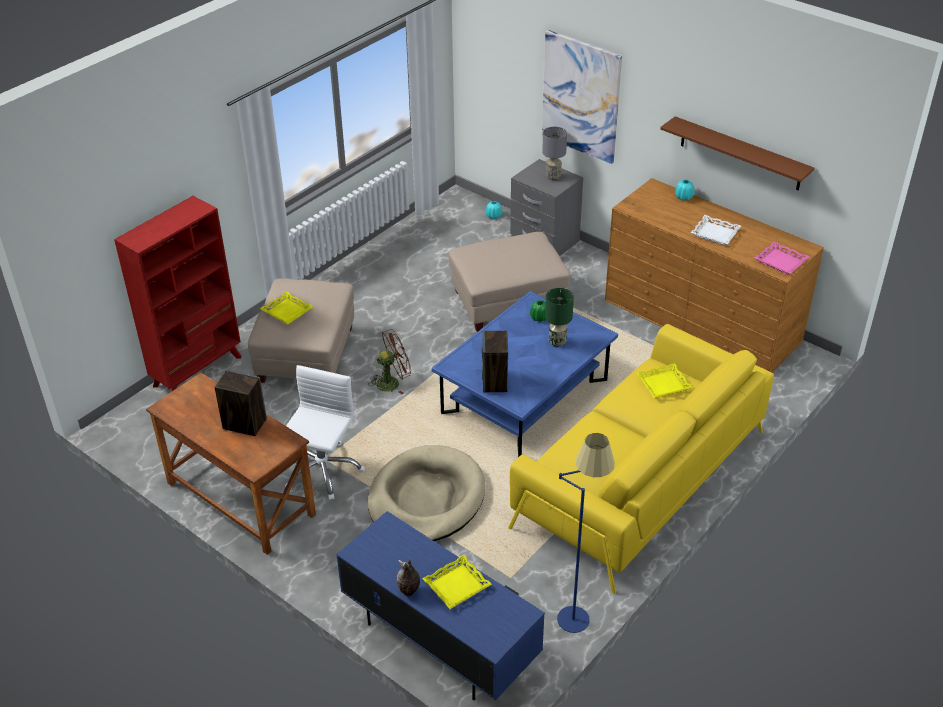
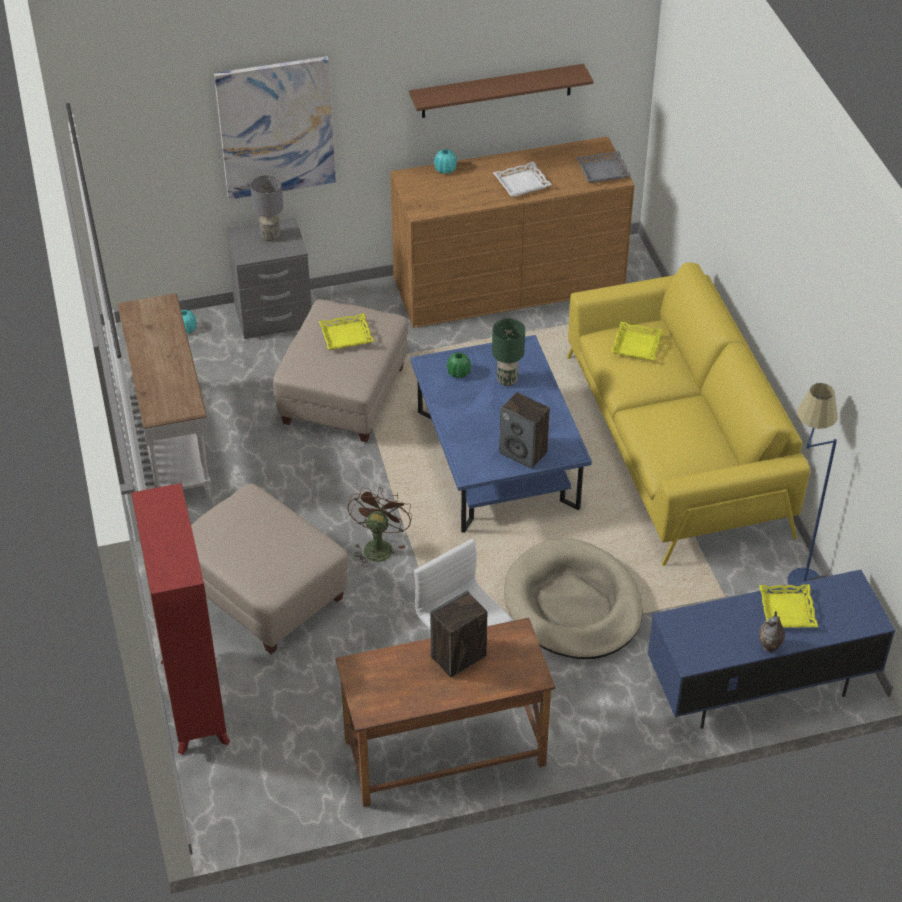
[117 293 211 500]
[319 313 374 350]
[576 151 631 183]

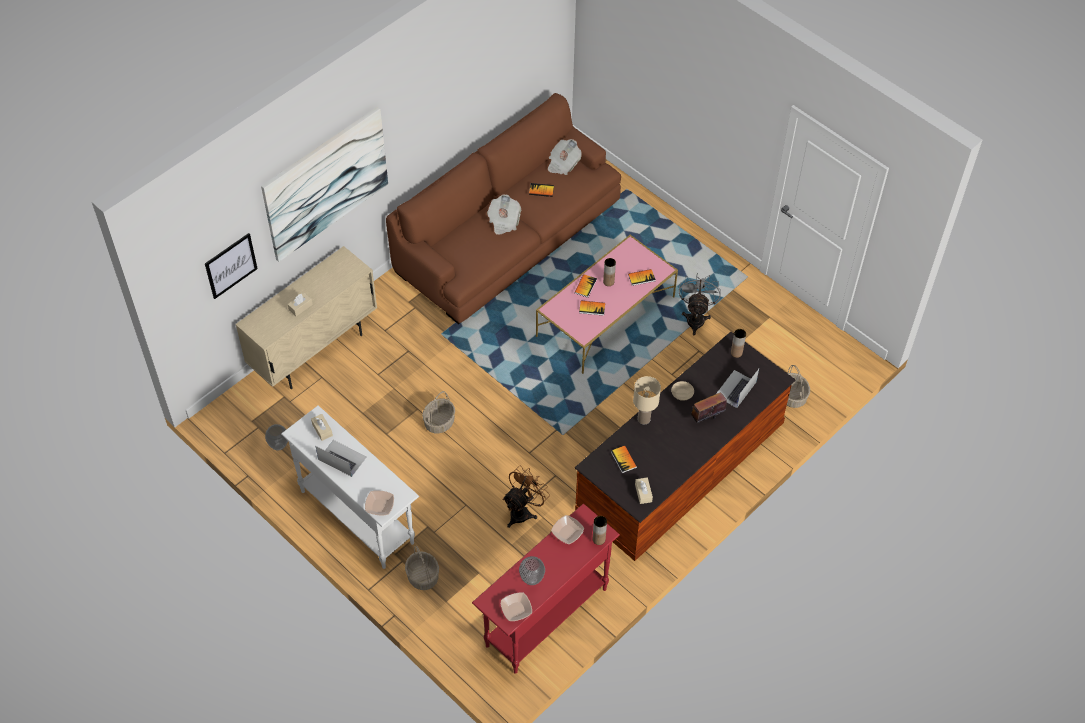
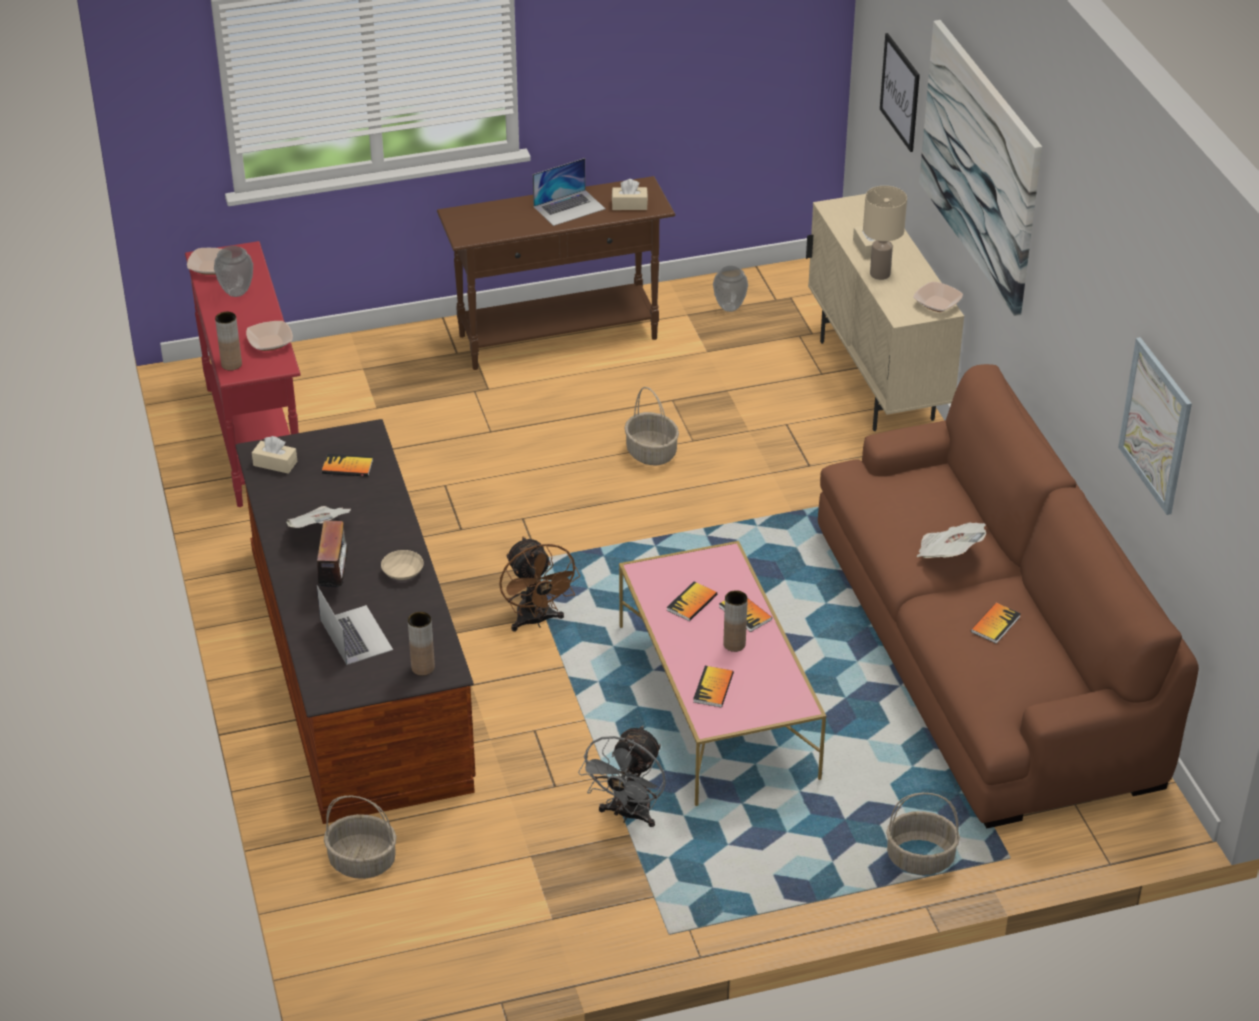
[1118 337 1192 515]
[913 281 963 312]
[886 793 960 875]
[499 537 580 631]
[286 506 351 528]
[863 186 907 280]
[437 176 675 370]
[578 725 666 827]

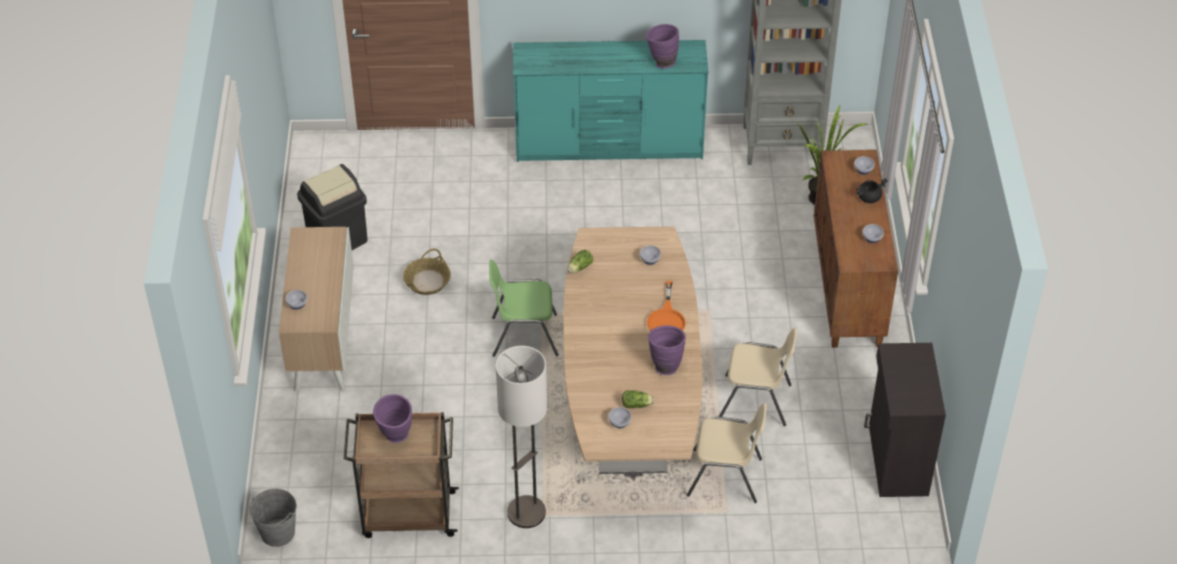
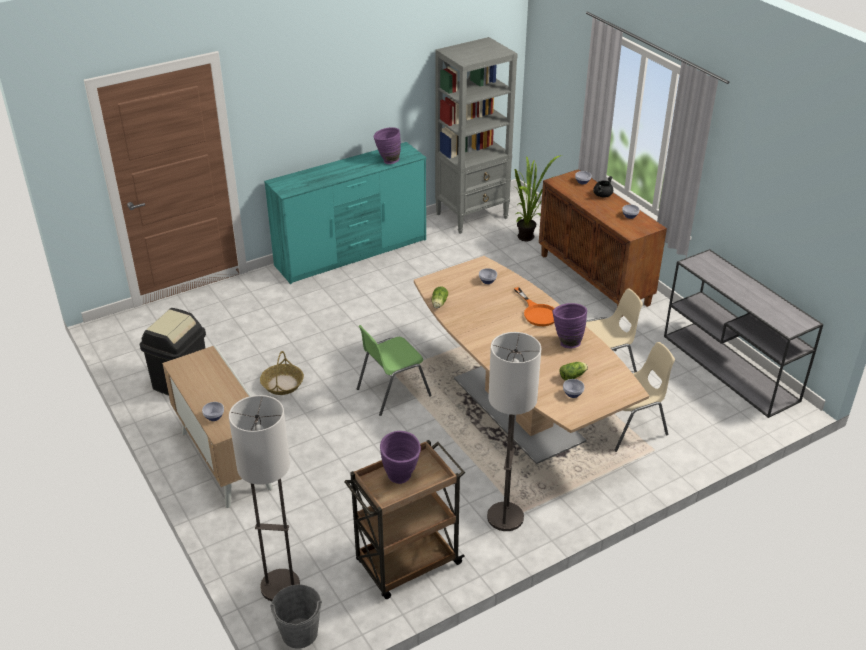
[229 395 300 601]
[664 249 823 418]

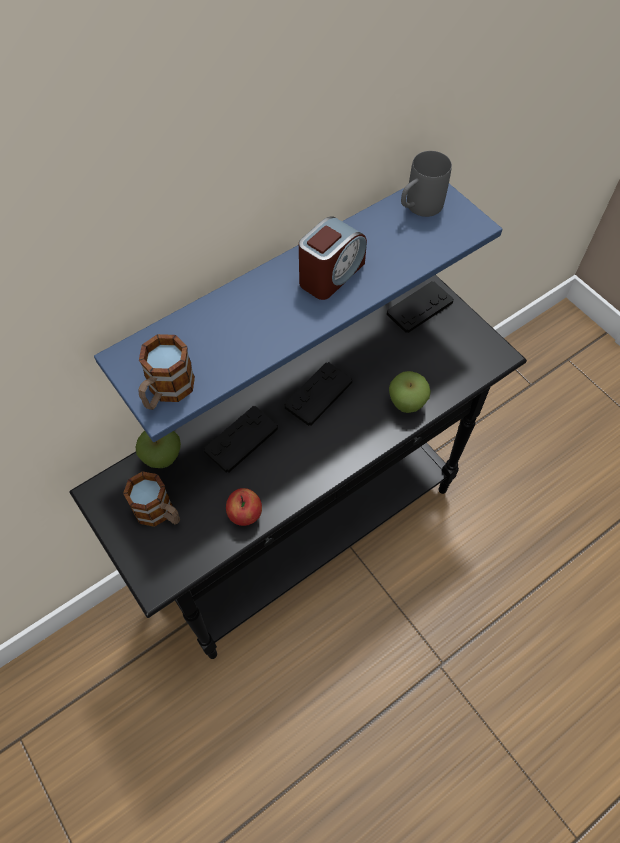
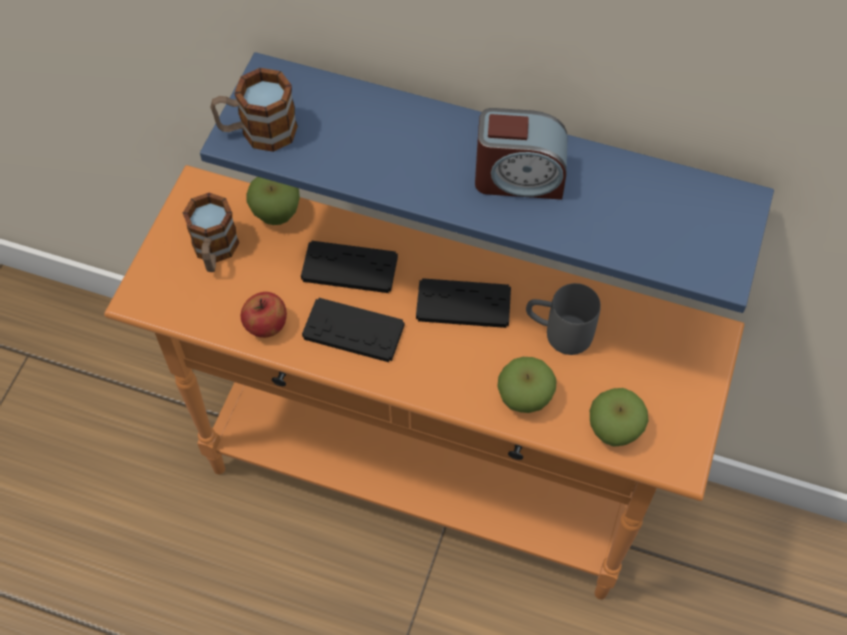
[590 388 649 447]
[302 298 404 362]
[526 283 601 355]
[104 165 744 599]

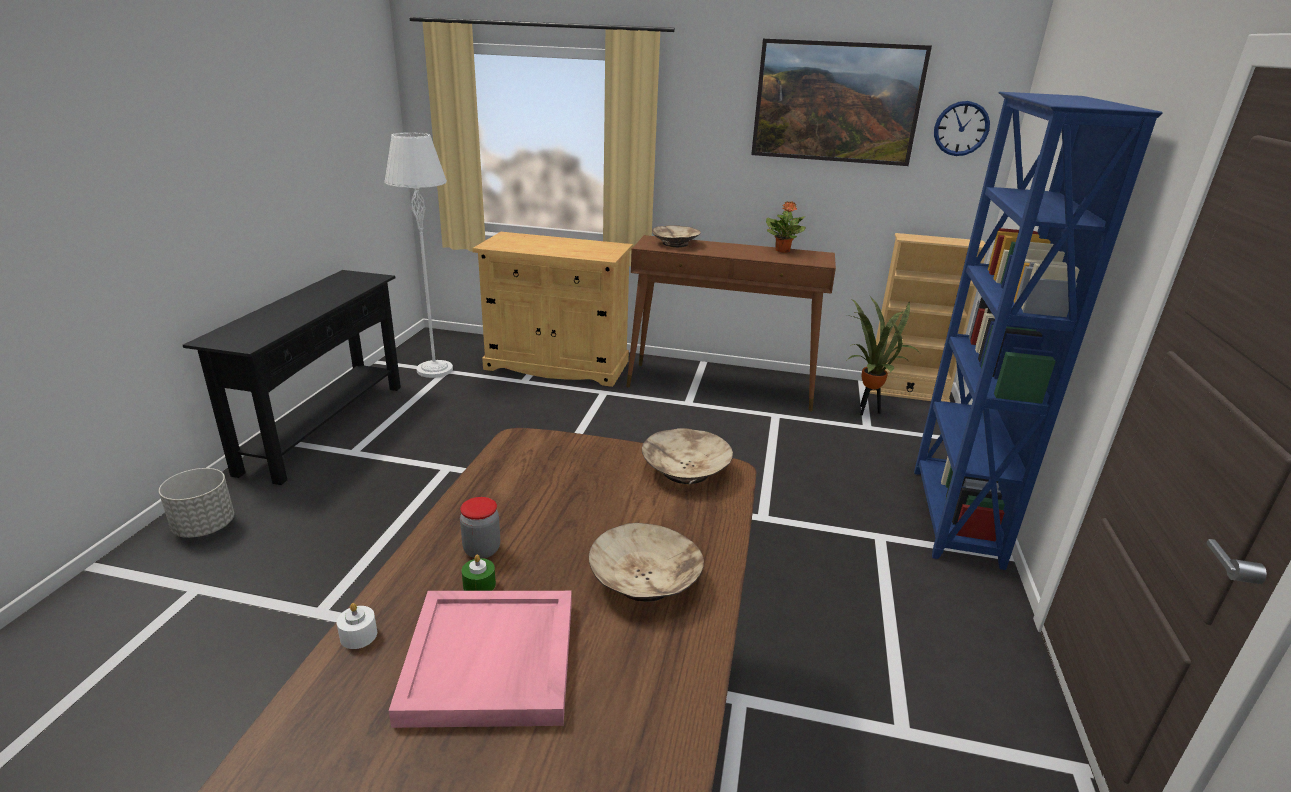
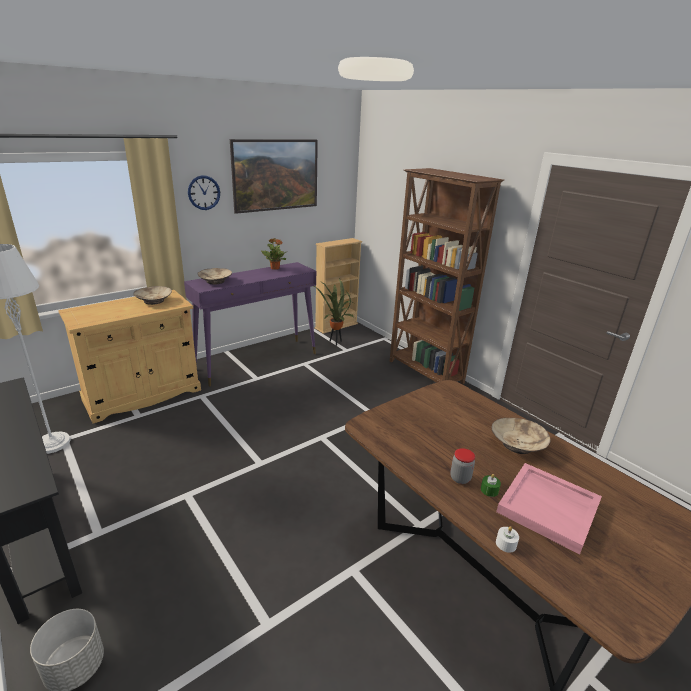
[133 286 172 305]
[188 175 220 210]
[184 262 316 386]
[390 168 504 384]

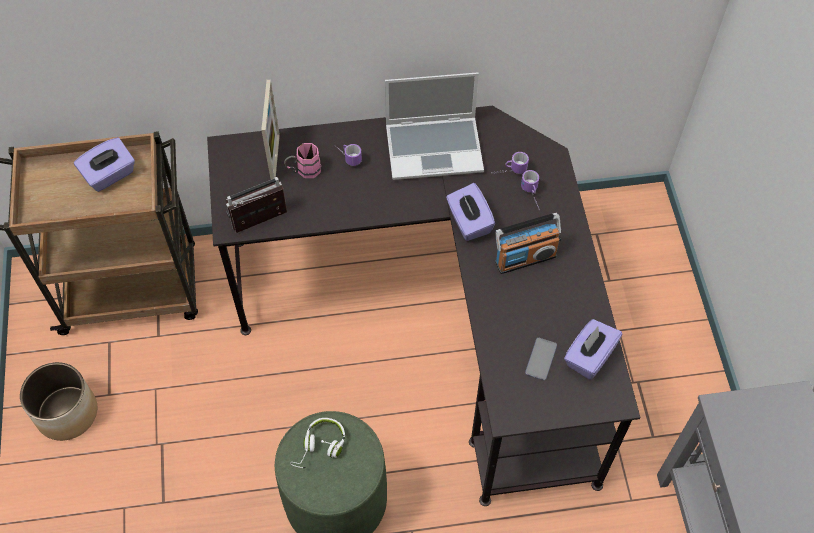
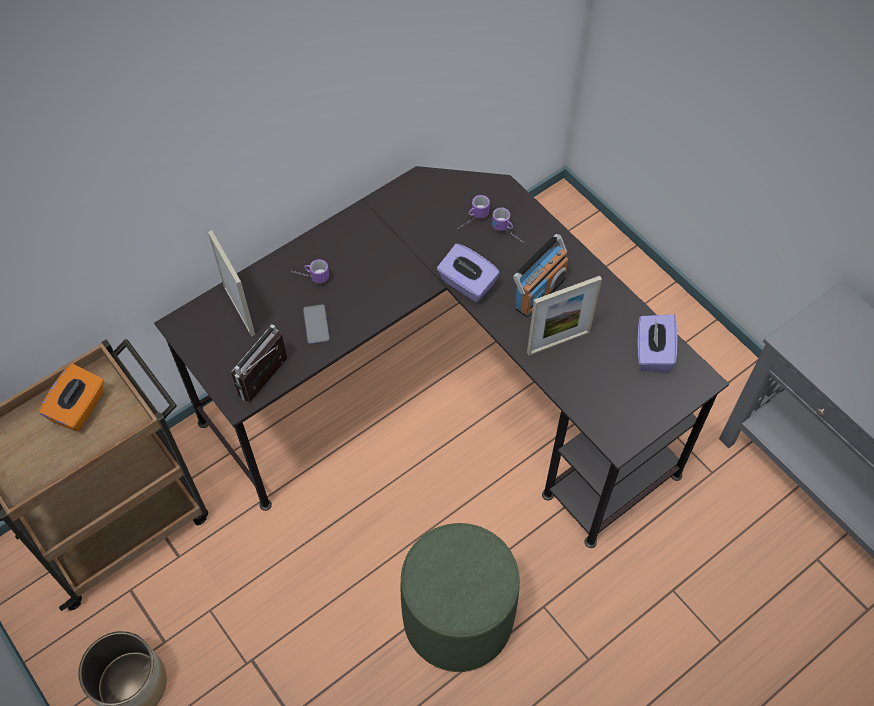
[284 143 321 178] (first image)
[290 418 345 468] (first image)
[385 72 484 180] (first image)
[527 276 602 356]
[303 304 330 344]
[39 364 104 431]

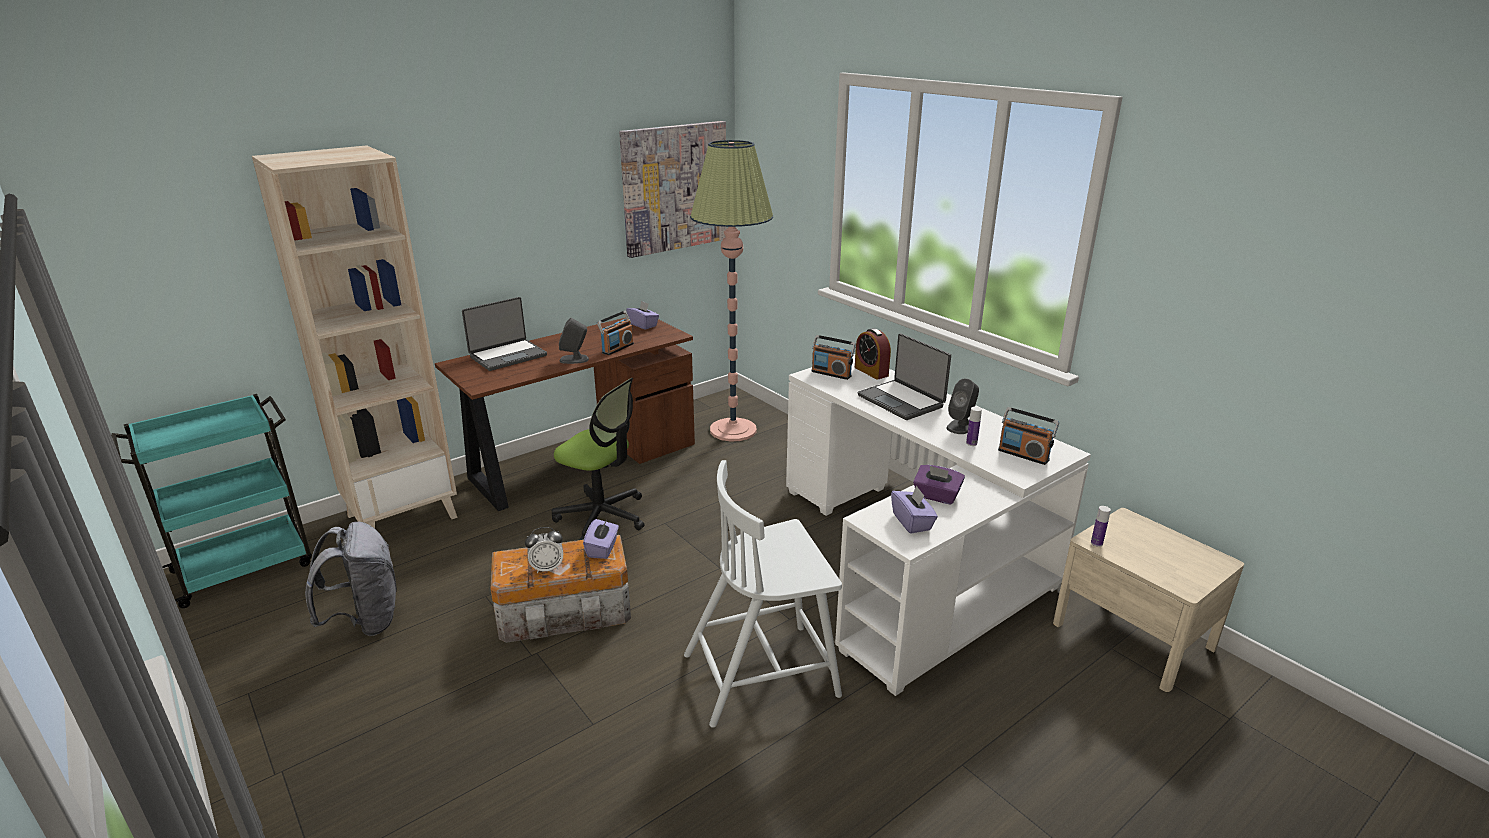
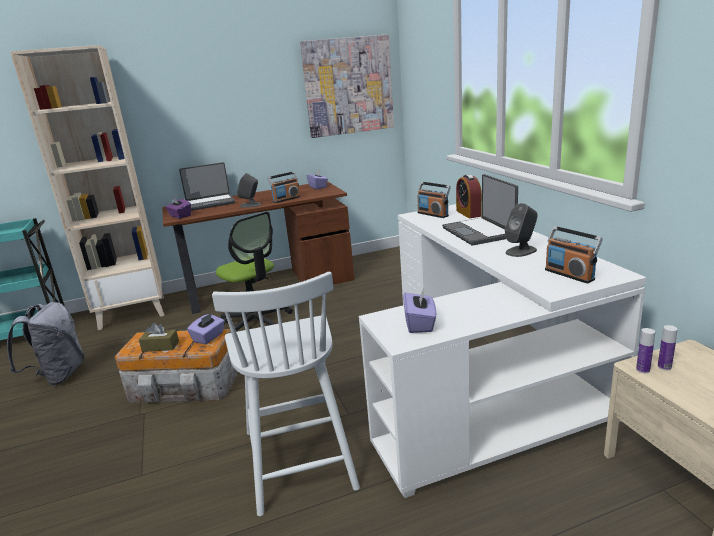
[690 140 773 441] (first image)
[165 197 191 219]
[658 325 678 370]
[139 323 179 352]
[212 272 360 516]

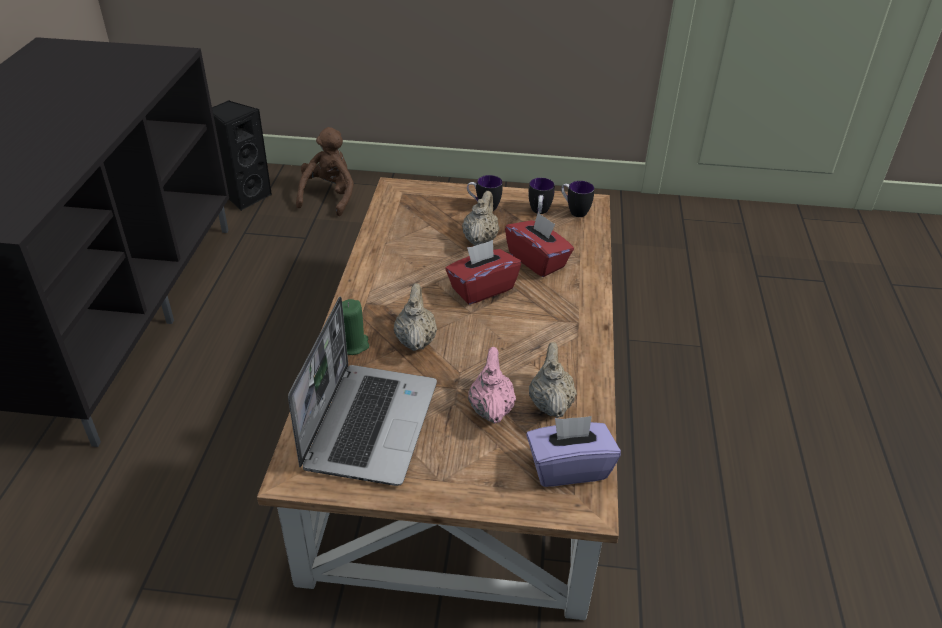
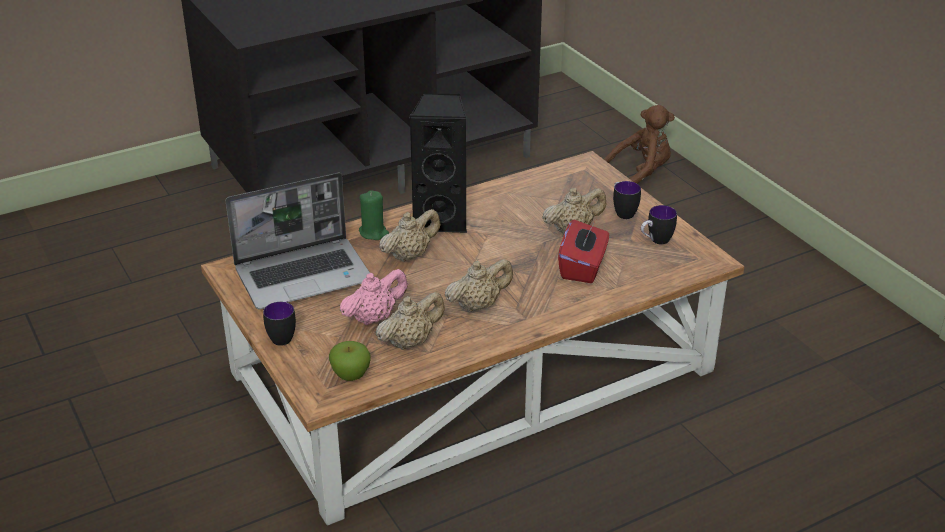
[445 240 521 305] (first image)
[445 259 513 312]
[409 93 467 233]
[263 301 296 346]
[329 341 371 381]

